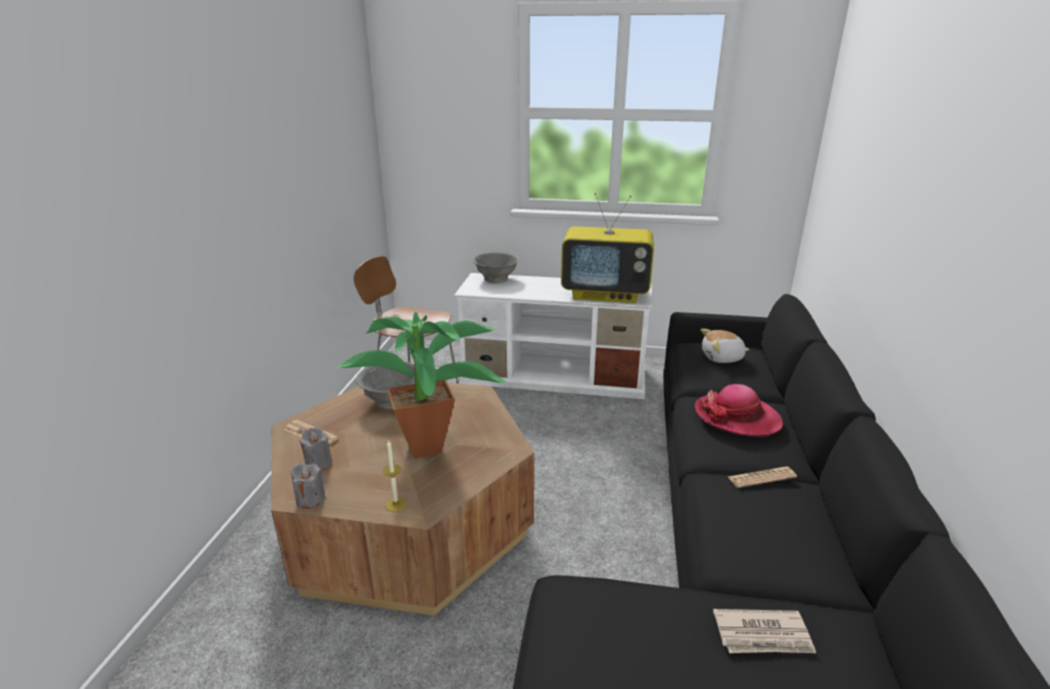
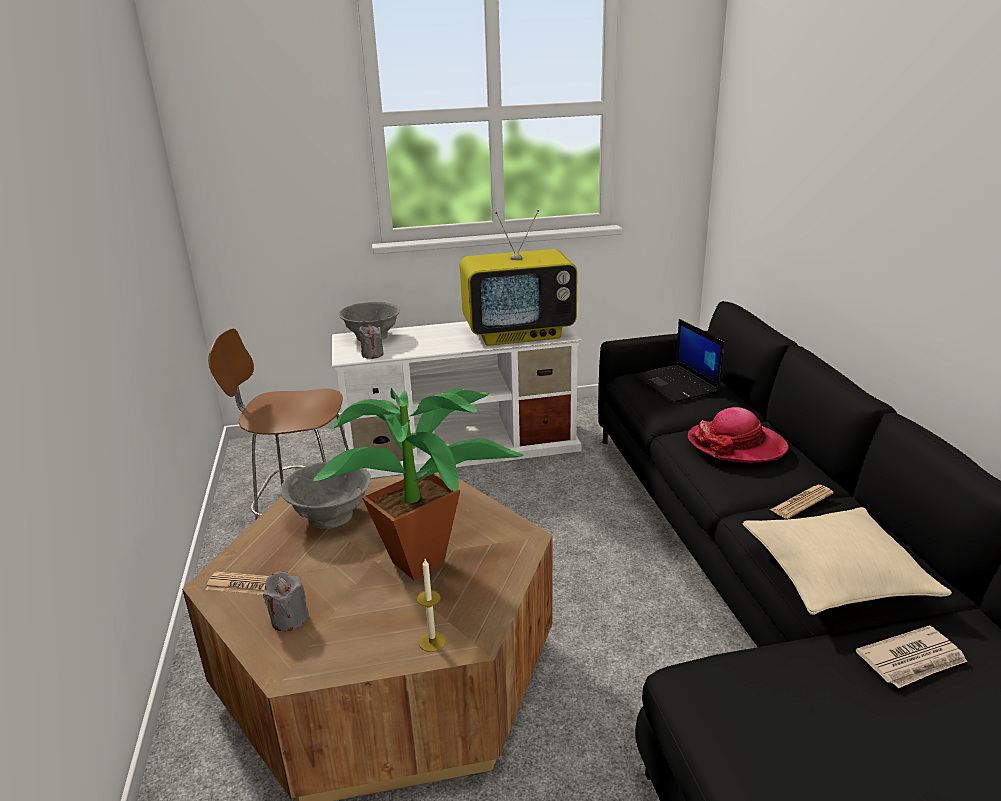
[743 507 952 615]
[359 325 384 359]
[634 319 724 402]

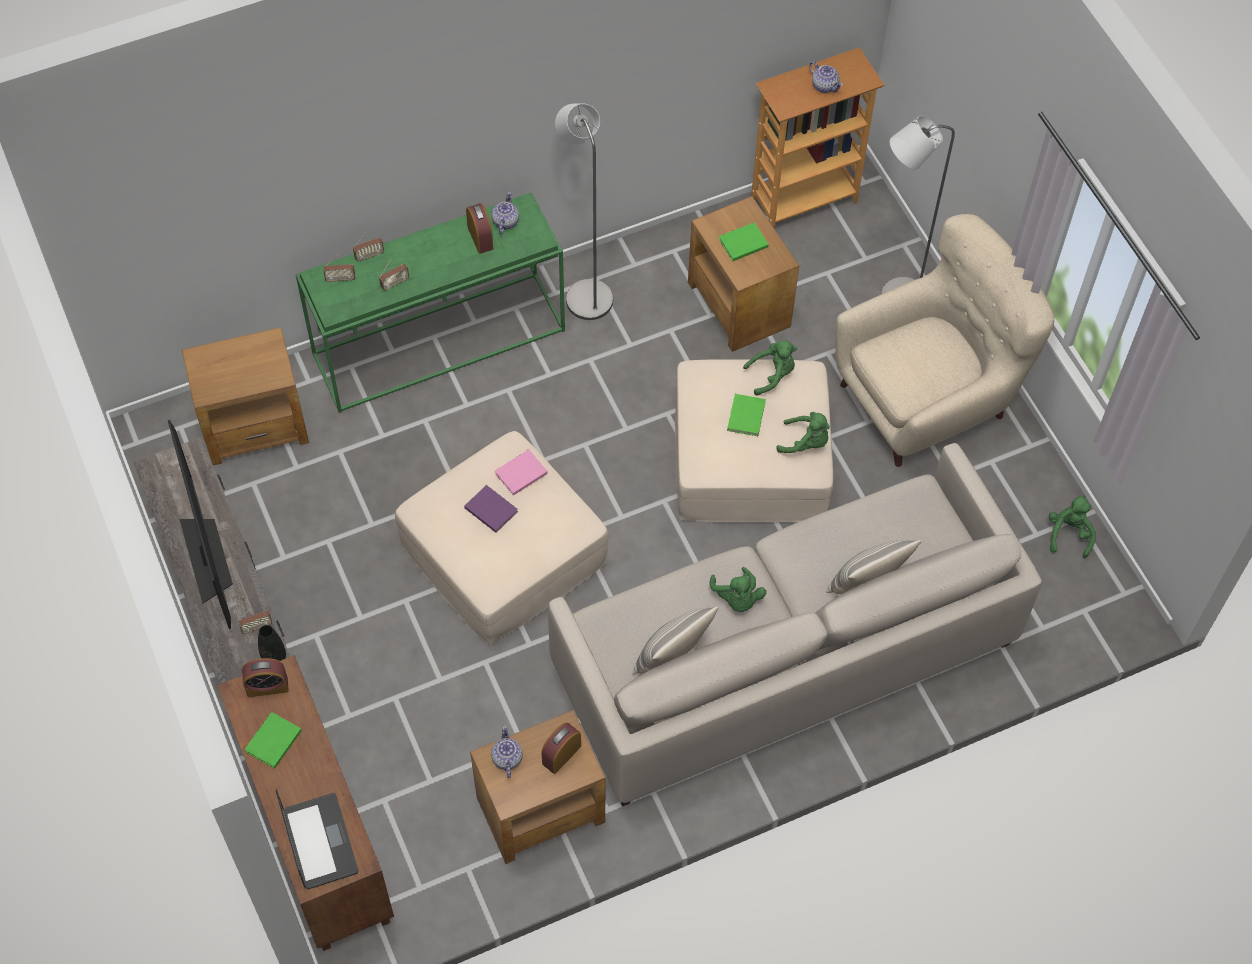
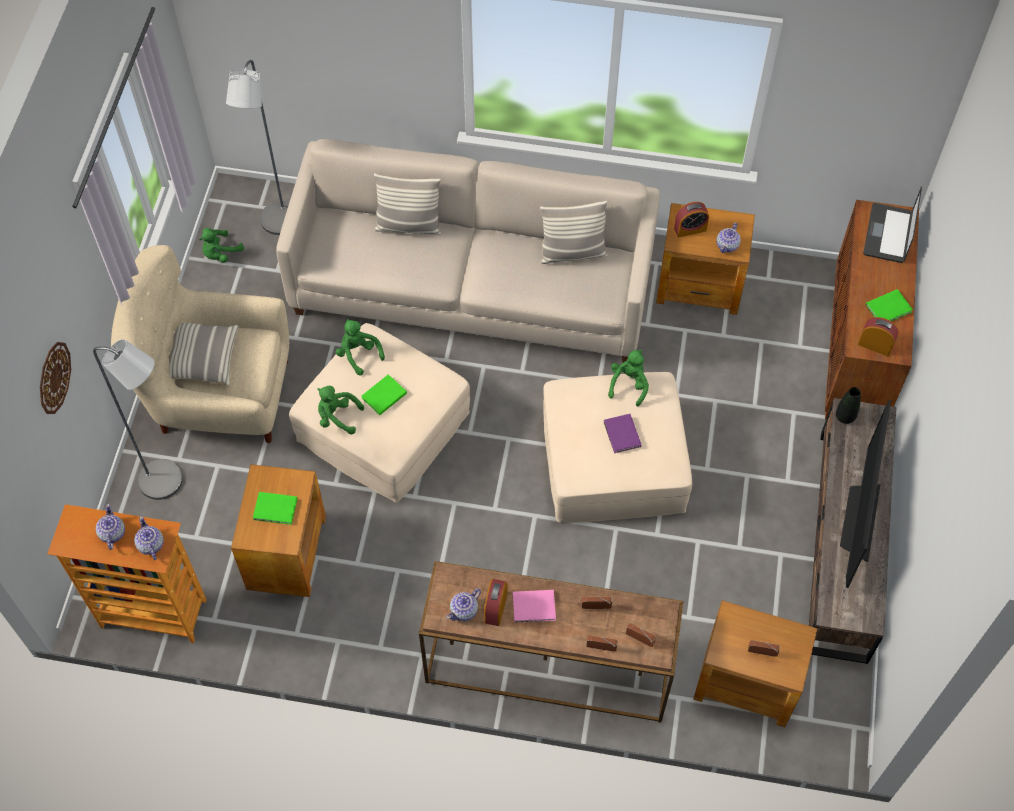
[40 342 71 414]
[134 516 164 560]
[169 323 239 385]
[748 640 780 657]
[513 590 556 623]
[226 60 289 235]
[608 349 649 407]
[419 561 683 722]

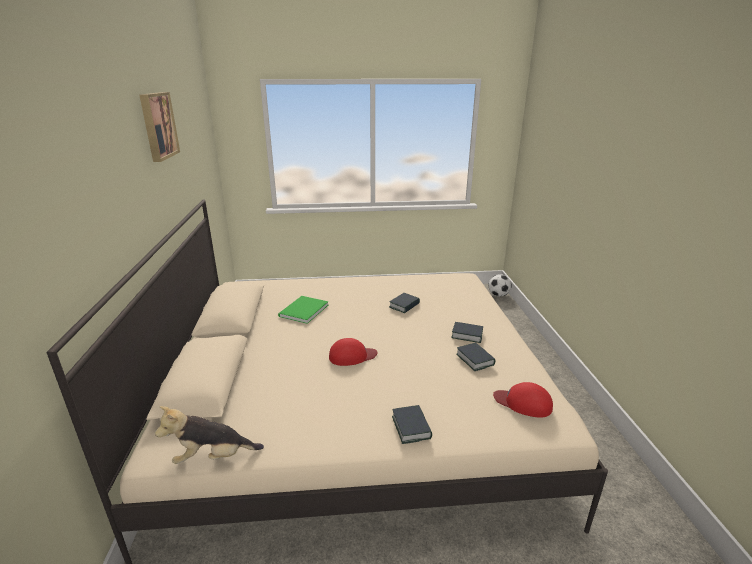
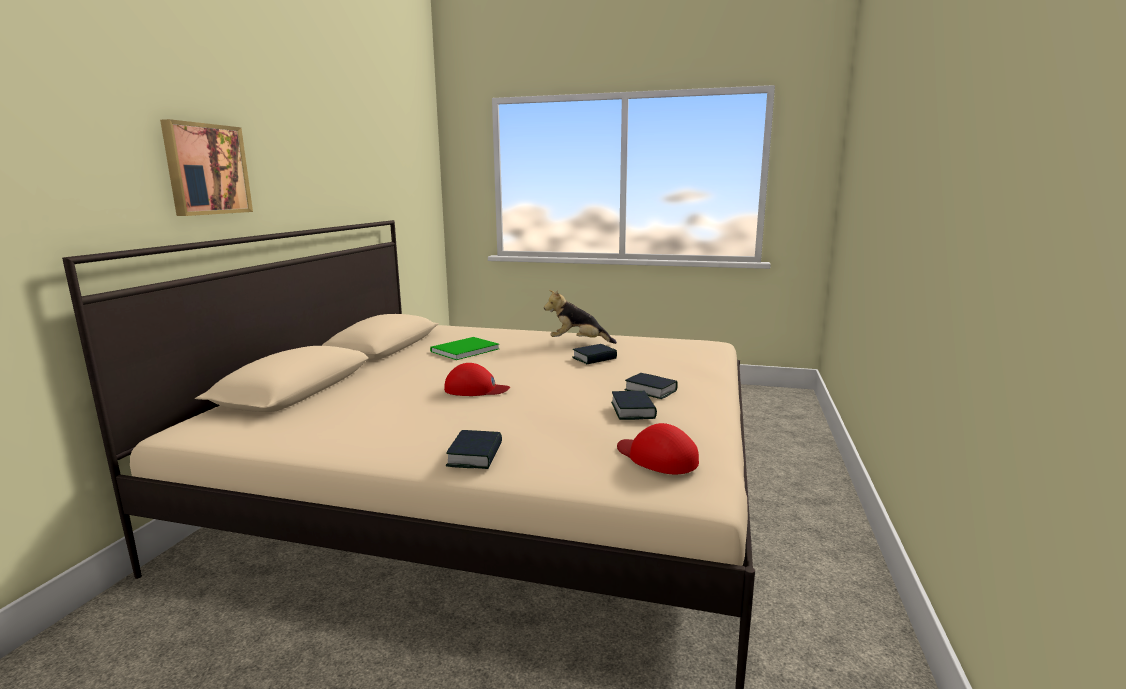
[489 274 512 297] (first image)
[160 119 253 216]
[544 290 617 344]

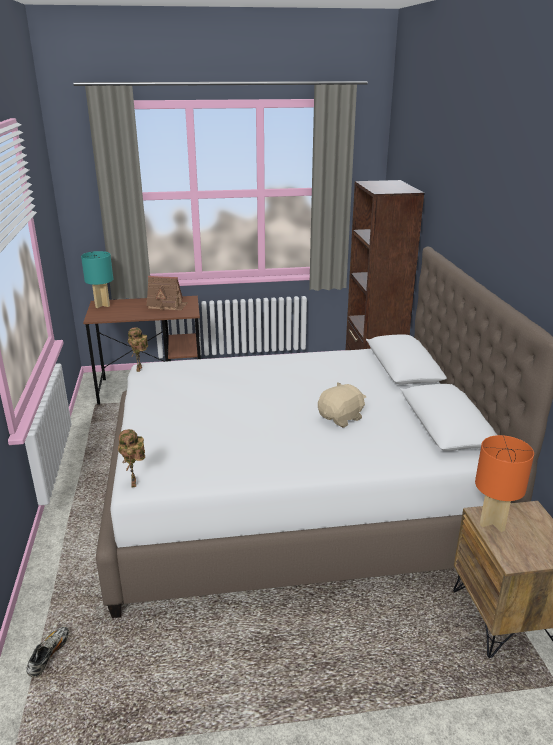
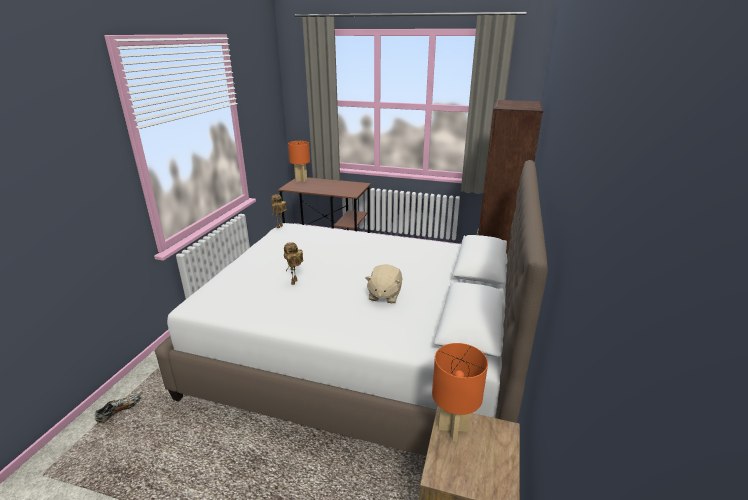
[146 276 188 310] (first image)
[284 242 304 285]
[288 141 310 182]
[365 264 402 303]

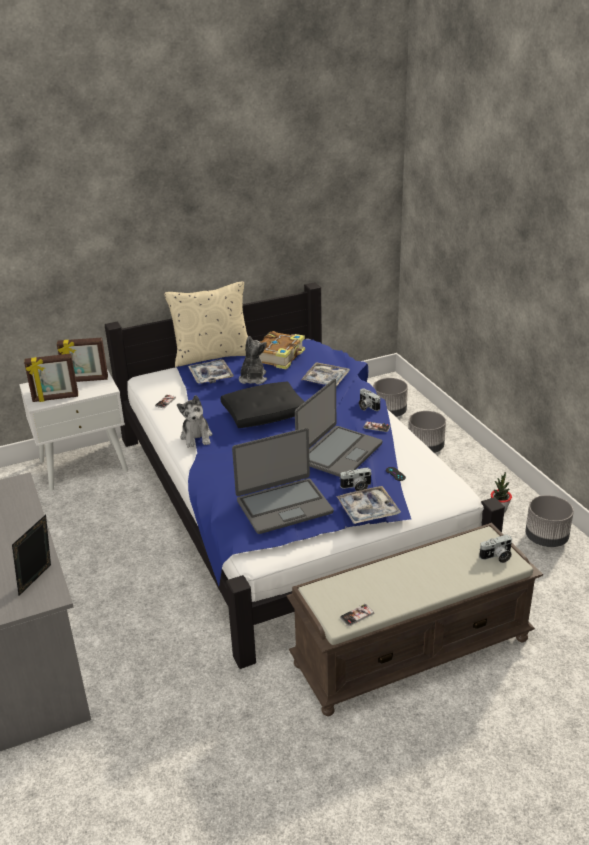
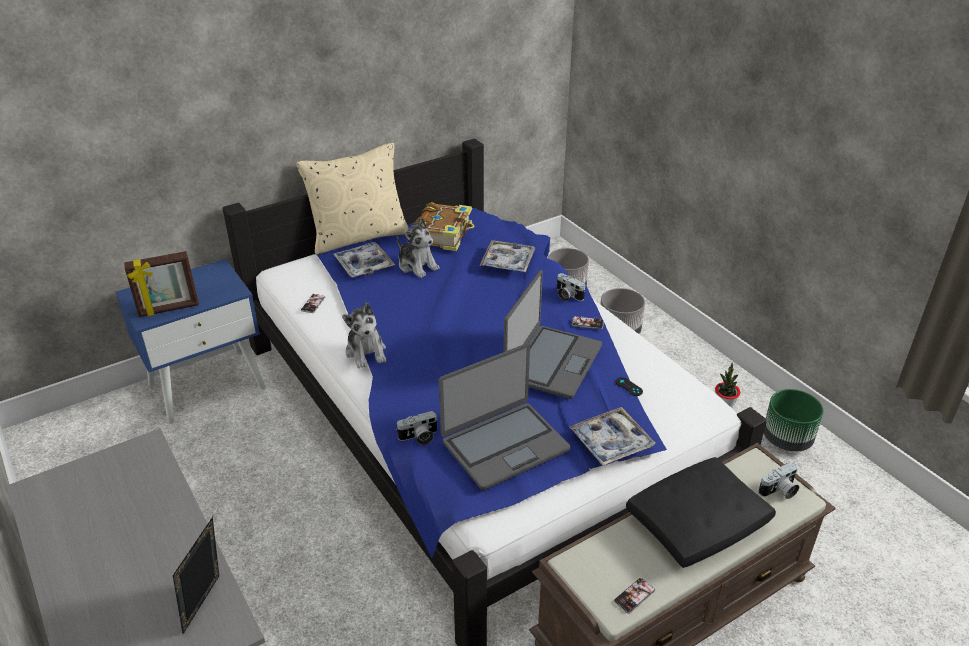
[57 338 108 382] (first image)
[626 457 776 568]
[396 411 438 445]
[116 259 266 424]
[764 389 823 452]
[397 218 439 278]

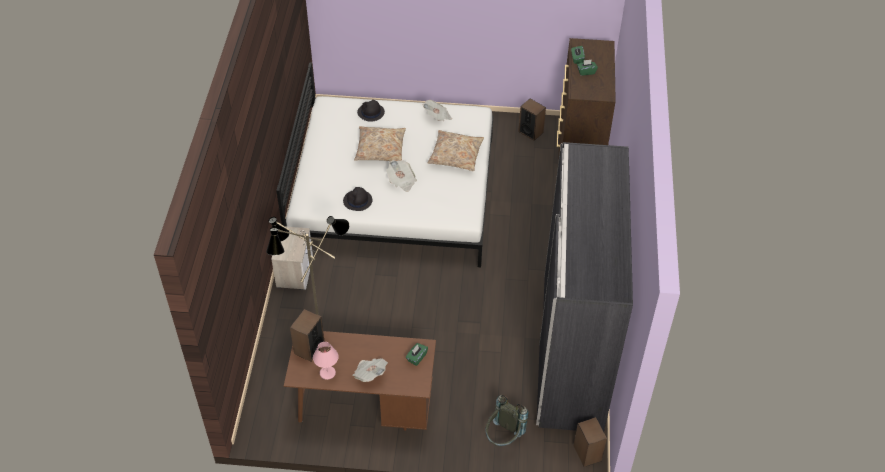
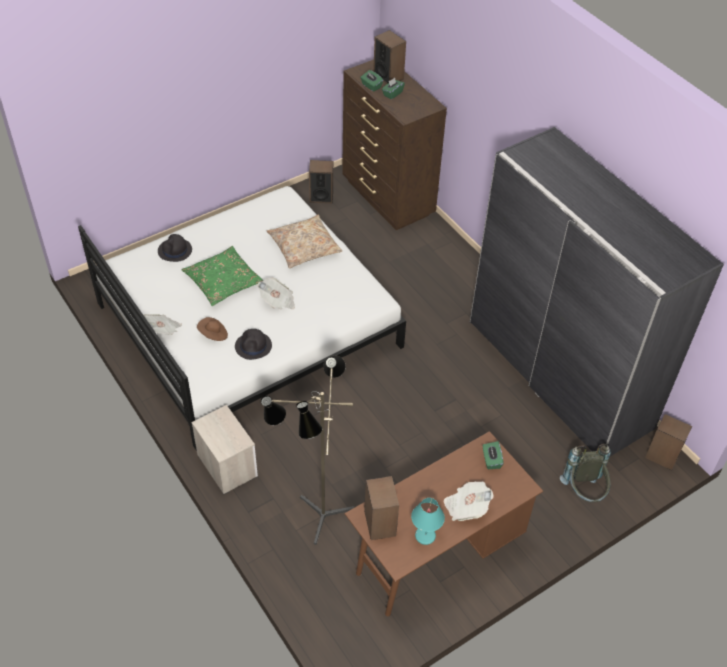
[197 317 228 341]
[373 30 406 84]
[144 314 182 335]
[411 498 445 545]
[182 246 264 306]

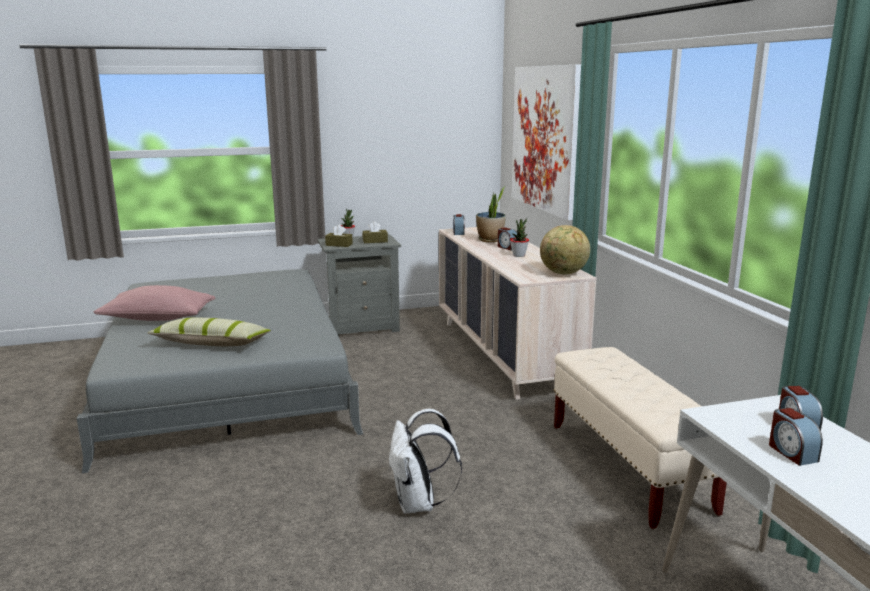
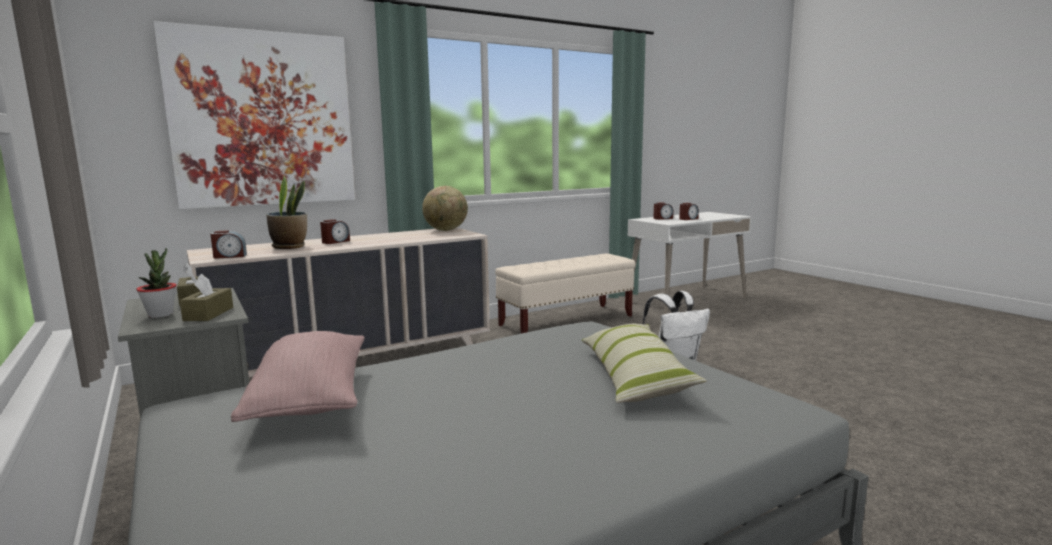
[510 218 529 257] (first image)
[231 331 365 422]

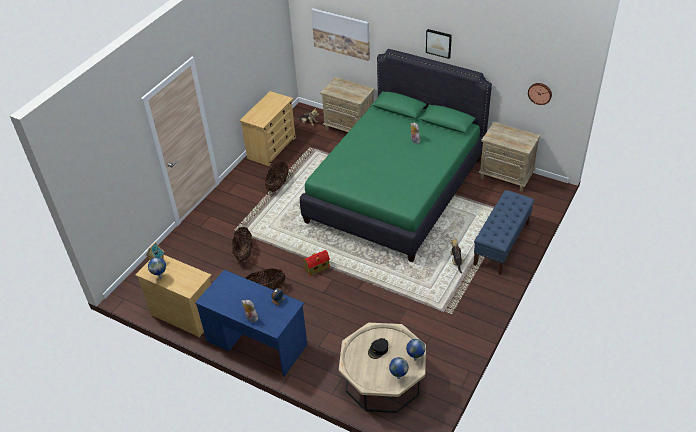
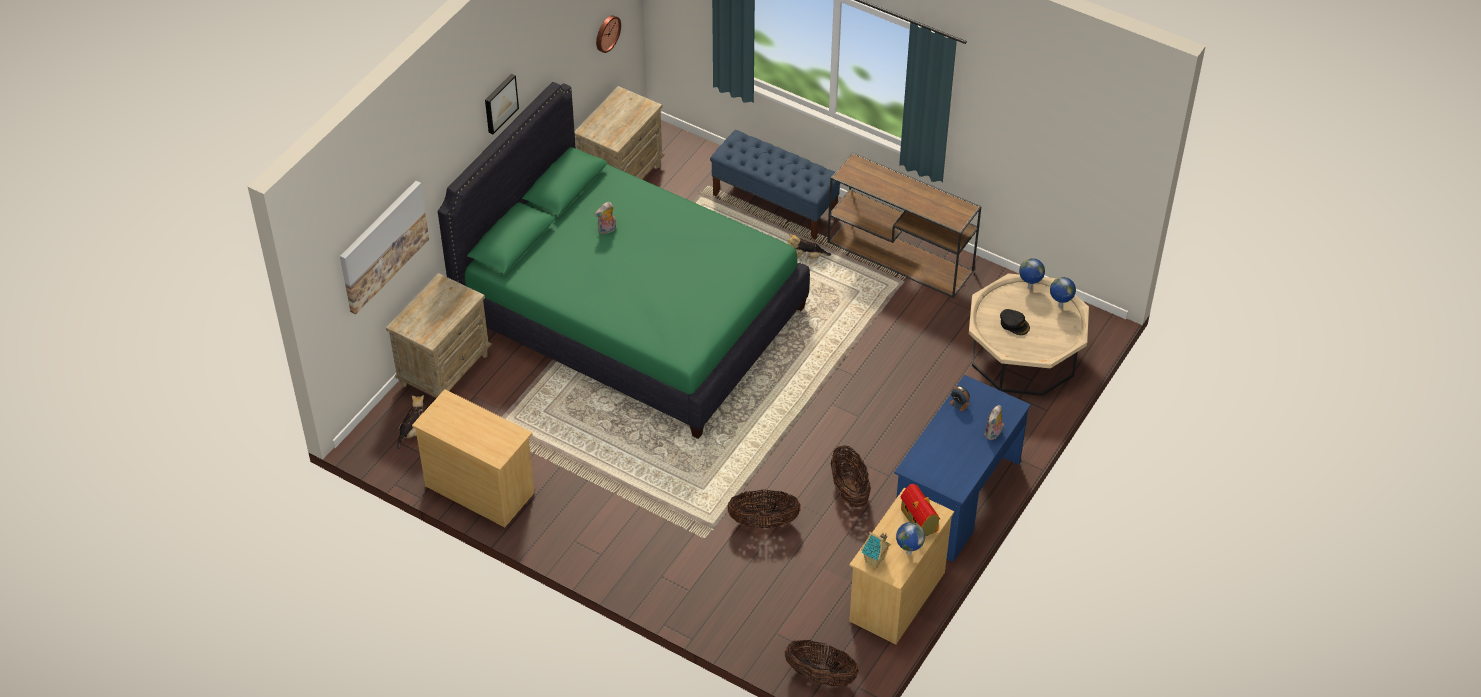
[828 152 982 298]
[784 640 859 687]
[901 484 940 536]

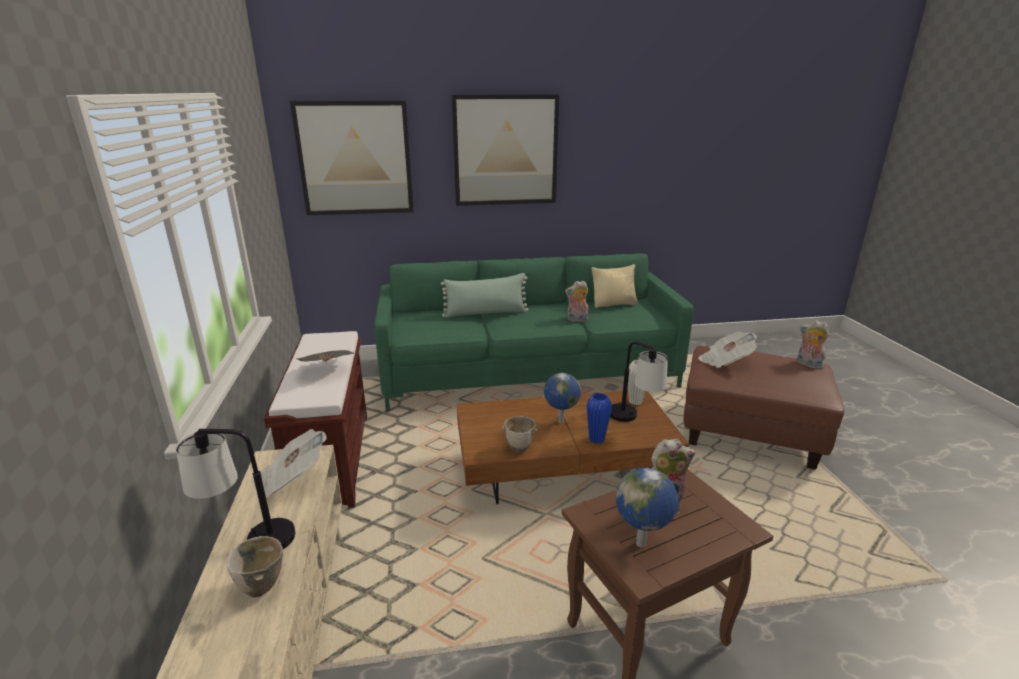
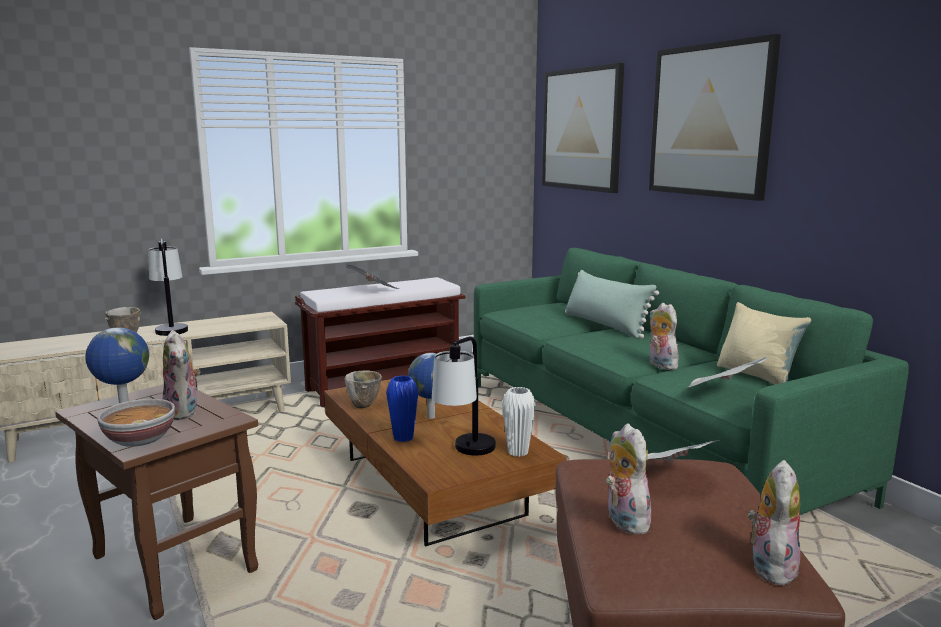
[97 399 175 447]
[606 423 651 534]
[689 357 767 387]

